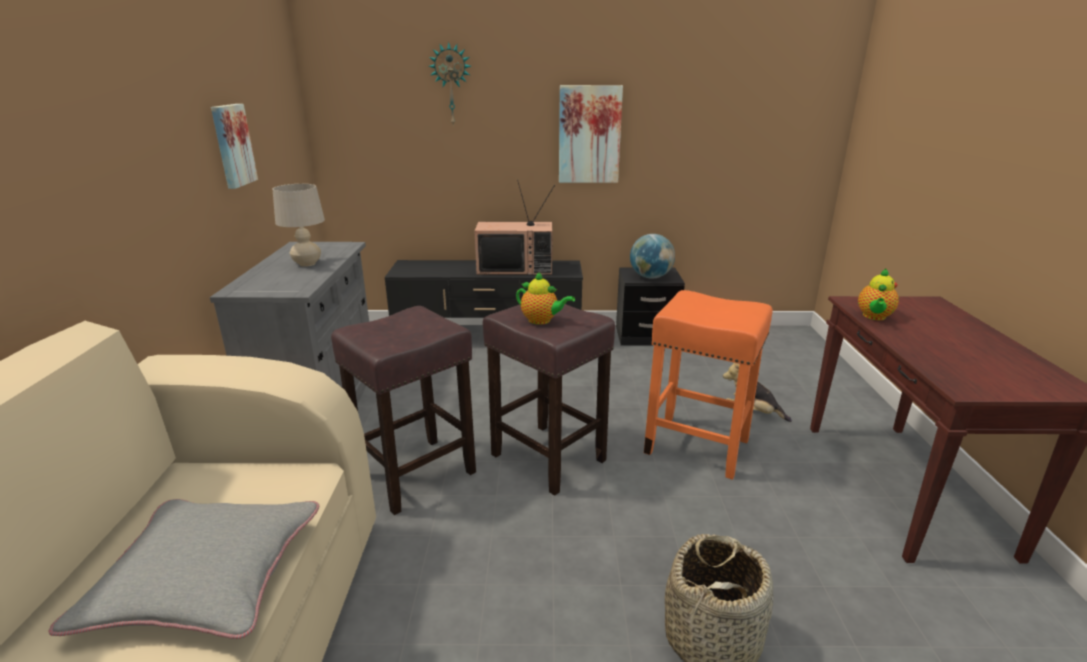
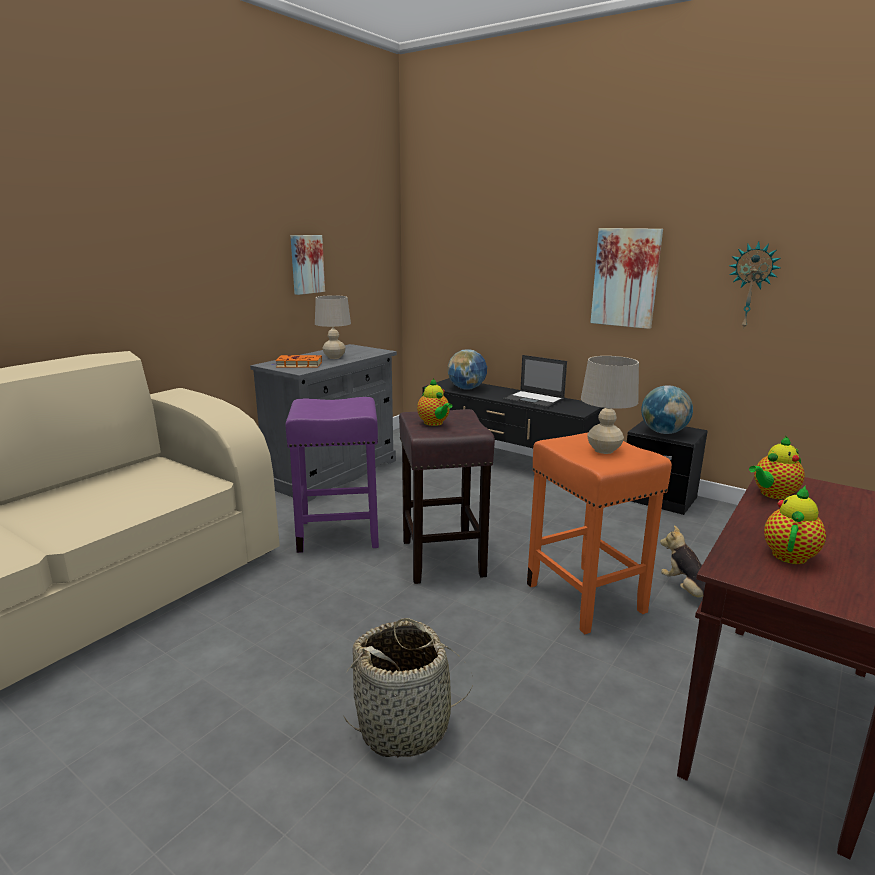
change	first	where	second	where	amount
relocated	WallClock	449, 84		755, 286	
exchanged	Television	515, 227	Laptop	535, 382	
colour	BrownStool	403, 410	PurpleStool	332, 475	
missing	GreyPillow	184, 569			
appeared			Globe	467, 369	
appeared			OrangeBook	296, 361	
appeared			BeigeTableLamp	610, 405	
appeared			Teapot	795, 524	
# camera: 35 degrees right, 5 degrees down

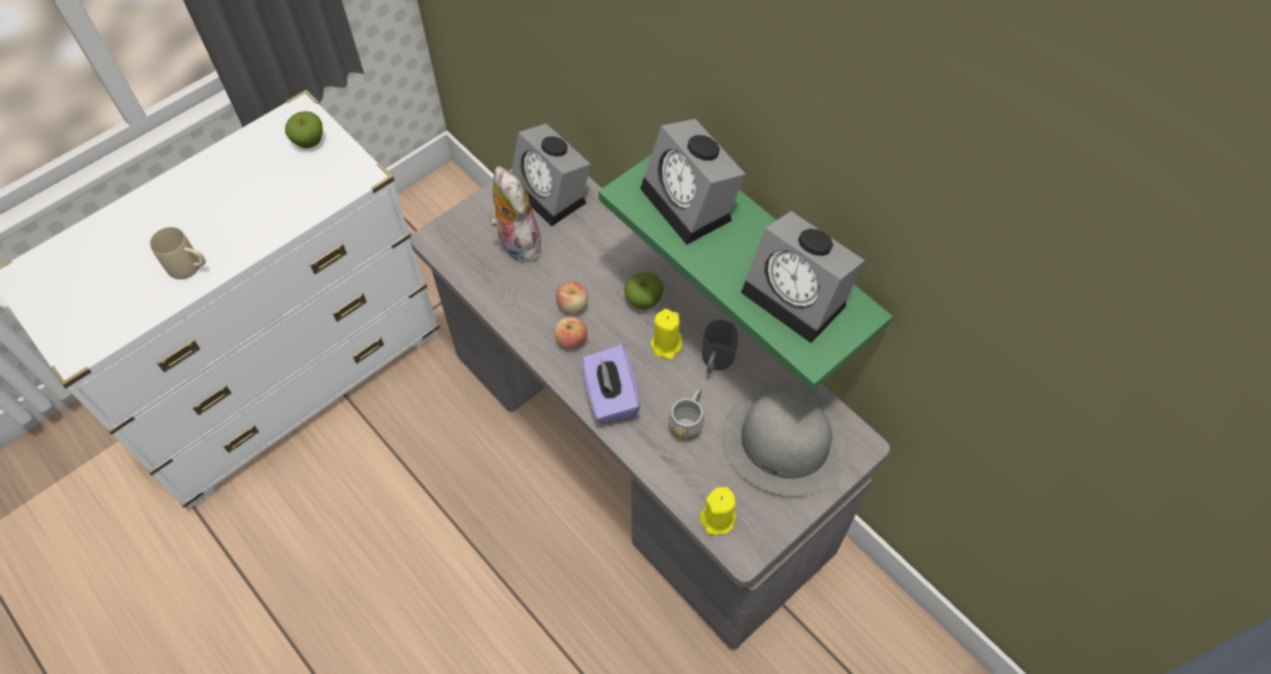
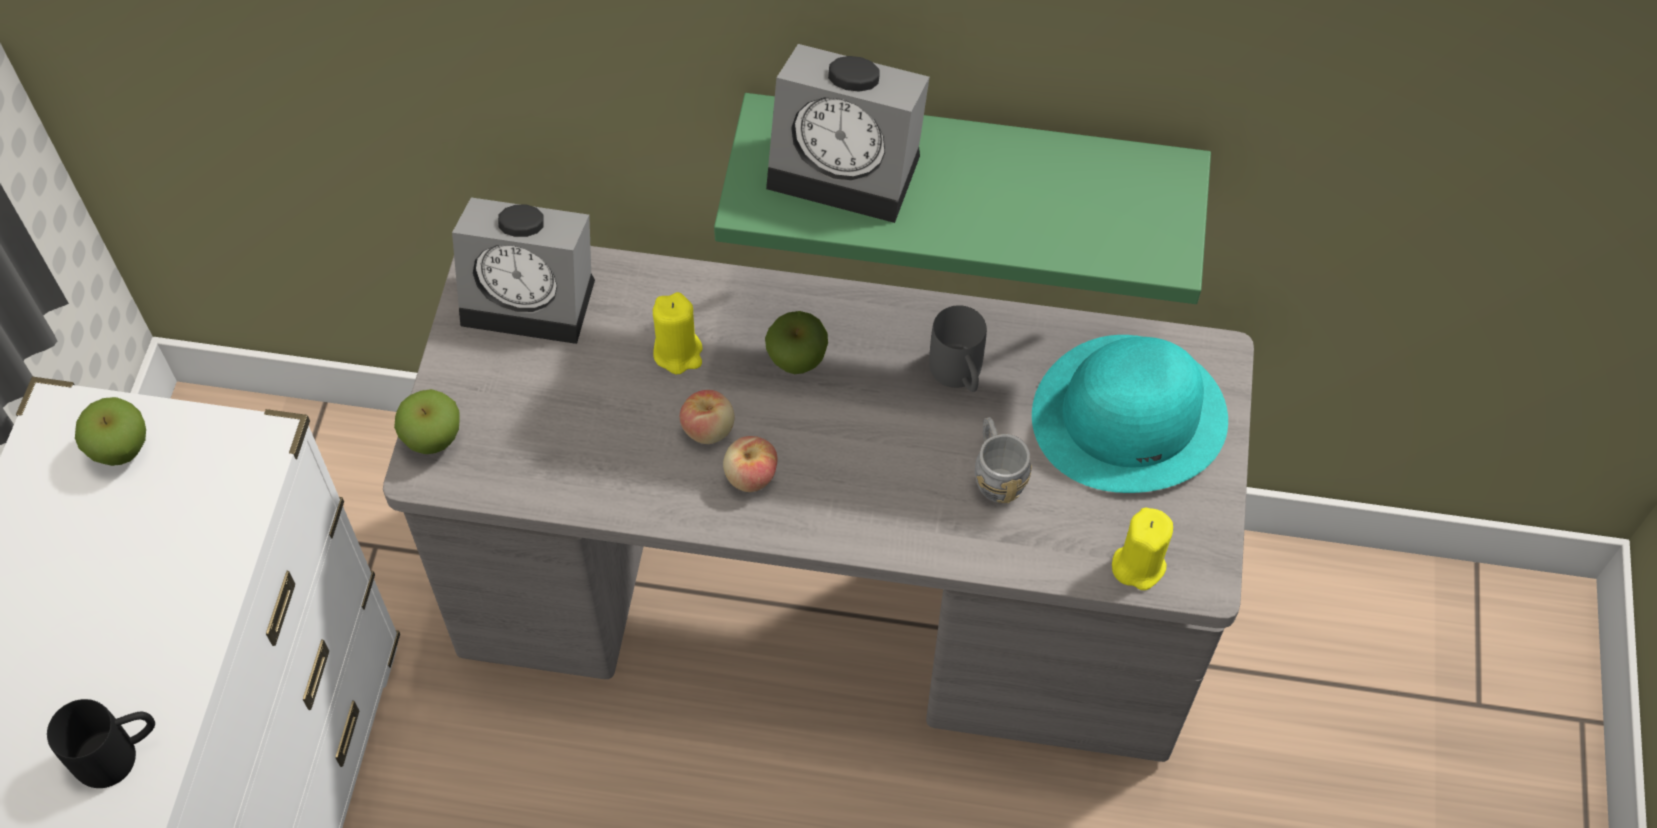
change	first	where	second	where	amount
missing	PlushToy	515, 214			
missing	AlarmClock	803, 277			
colour	BeigeMug	178, 253	BlackMug	101, 743	
relocated	YellowCandle	666, 334		677, 333	
missing	PurpleTissueBox	611, 384			
colour	GreyHat	784, 442	TurquoiseHat	1130, 414	
appeared			Apple	427, 421	
# camera: 40 degrees left, 0 degrees up

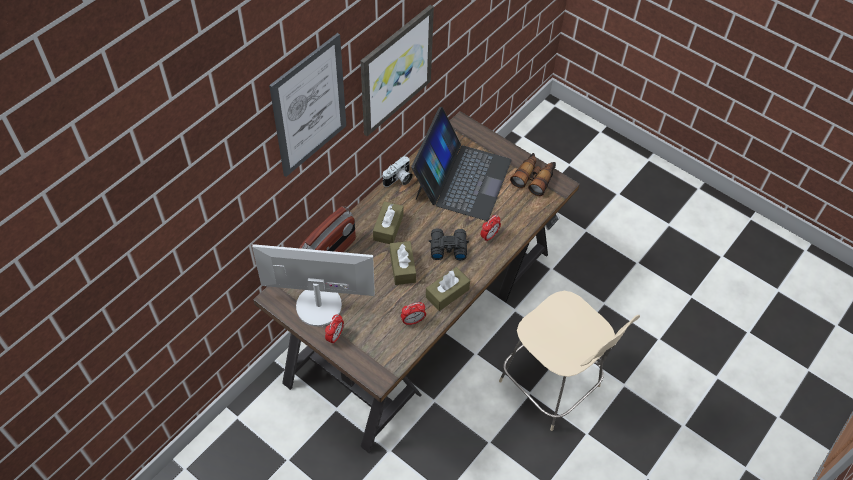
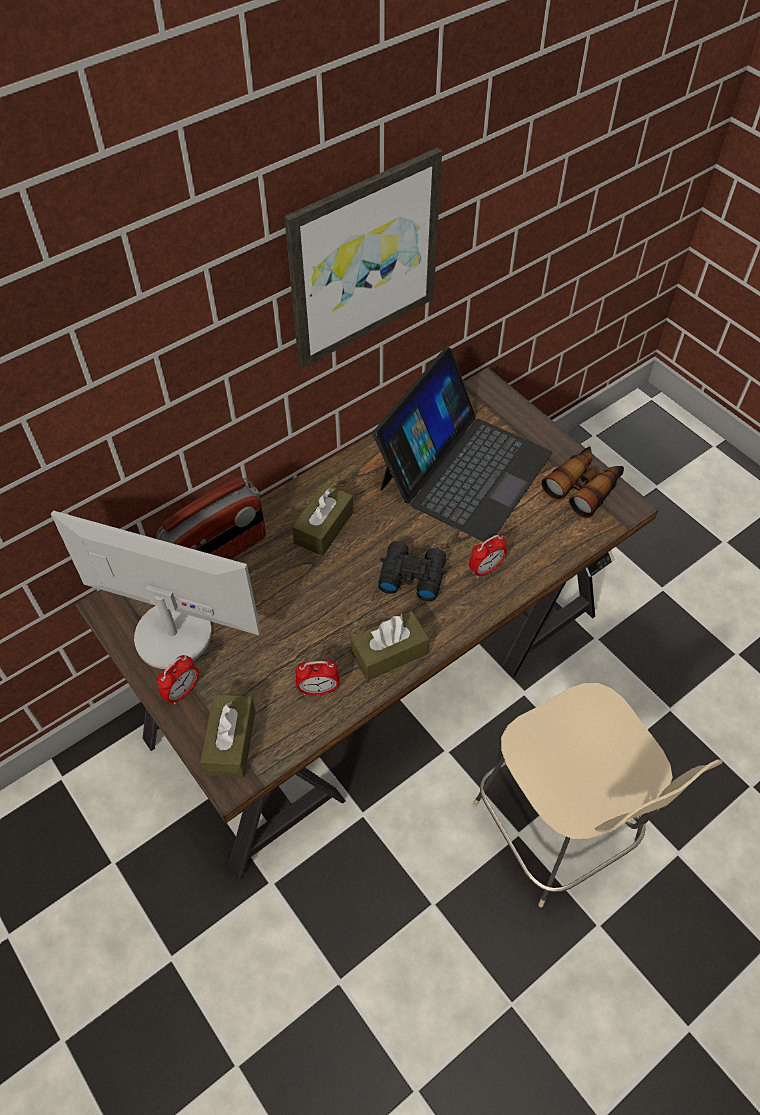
change	first	where	second	where	amount
missing	Picture	307, 105			
missing	PhotoCamera	398, 171			
relocated	BrownTissueBox	403, 263		227, 736	
# camera: 15 degrees right, 0 degrees up

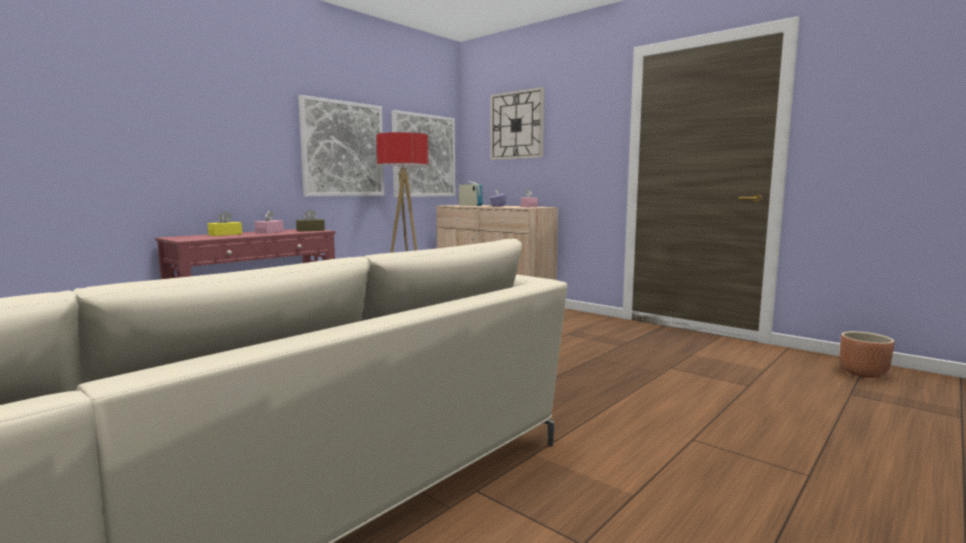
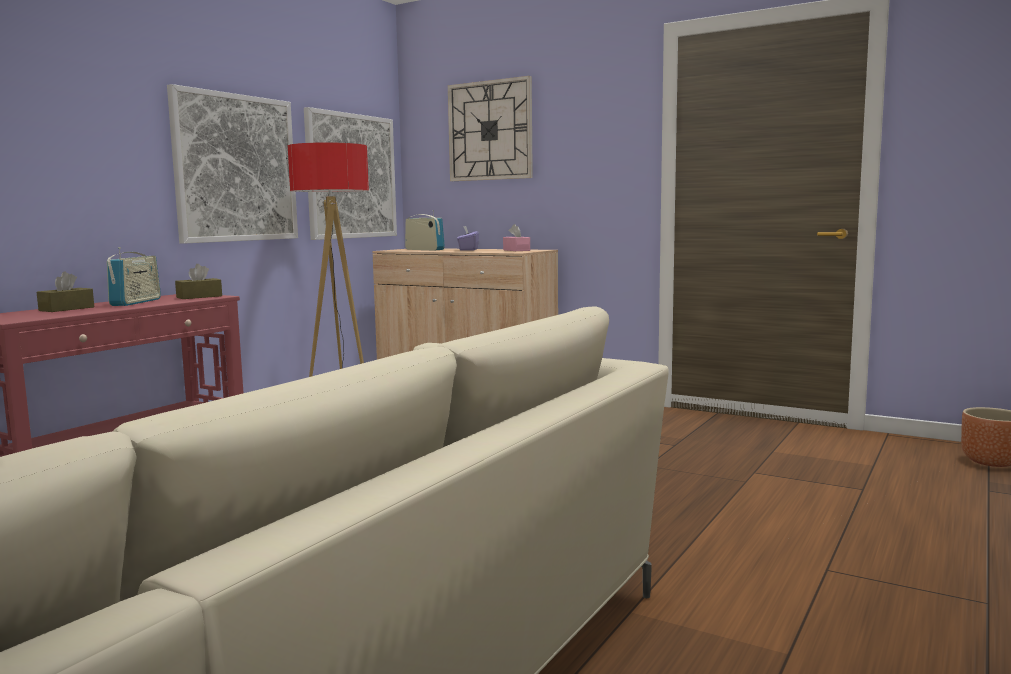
change	first	where	second	where	amount
exchanged	PinkTissueBox	269, 222	Radio	134, 276	
colour	YellowTissueBox	225, 223	BrownTissueBox	65, 291	
# camera: 10 degrees left, 0 degrees up

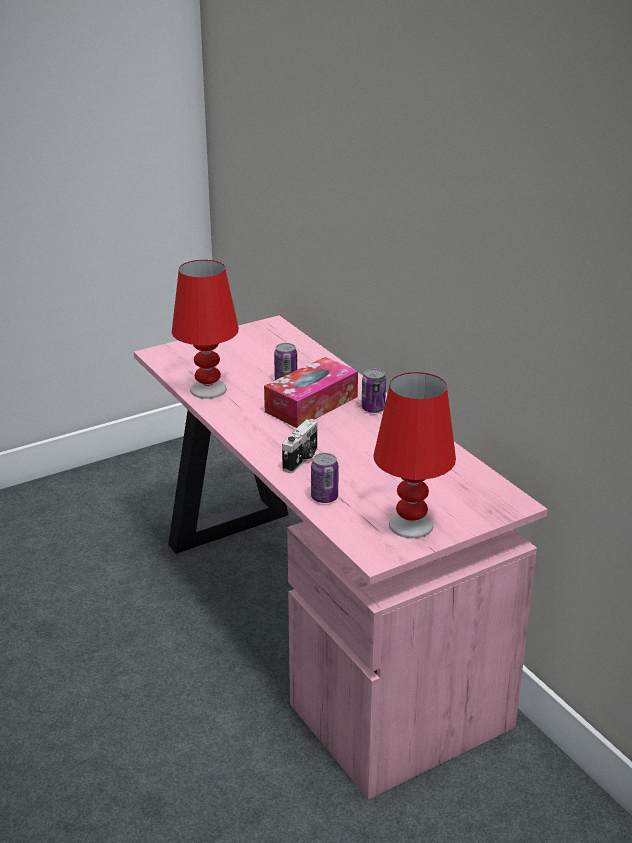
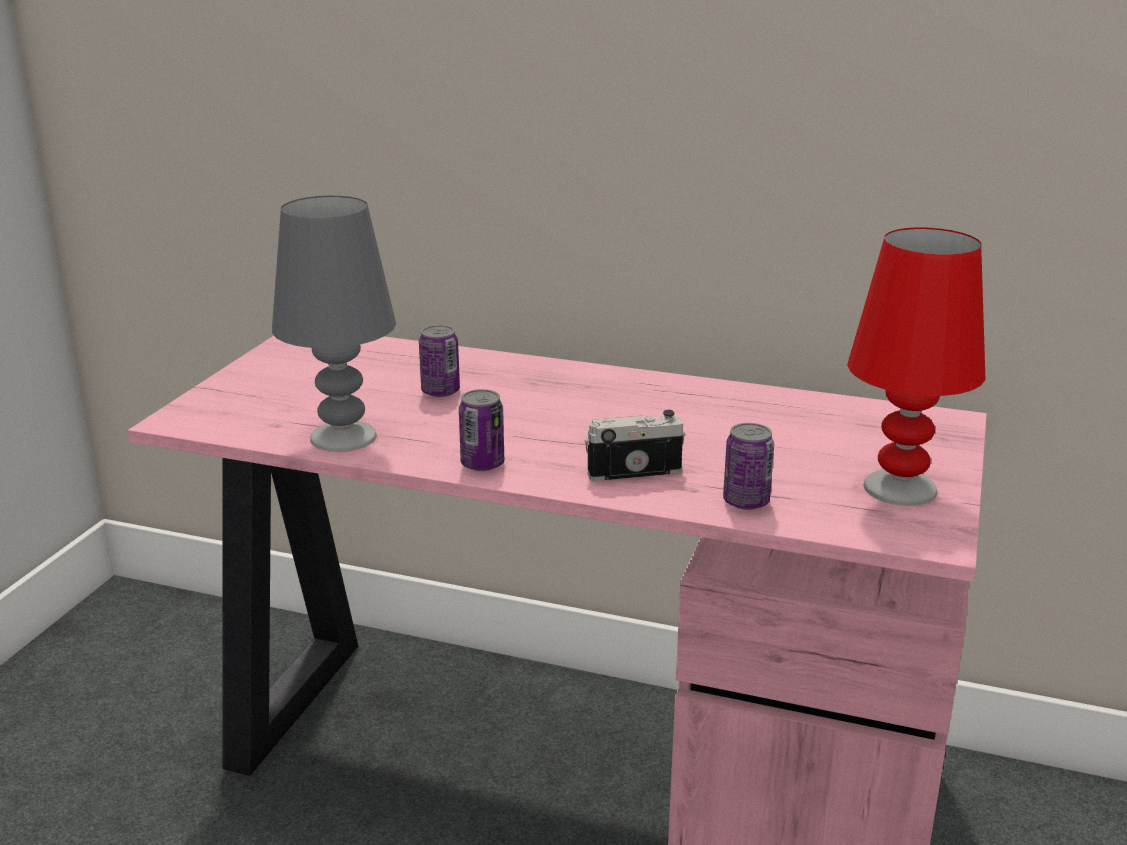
change	first	where	second	where	amount
colour	RedTableLamp	205, 329	GreyTableLamp	334, 324	
missing	TissueBox	311, 392			
relocated	Can	373, 390		481, 430	
spun	PhotoCamera	300, 446		635, 445	90 degrees counterclockwise
# camera: 40 degrees left, 5 degrees down

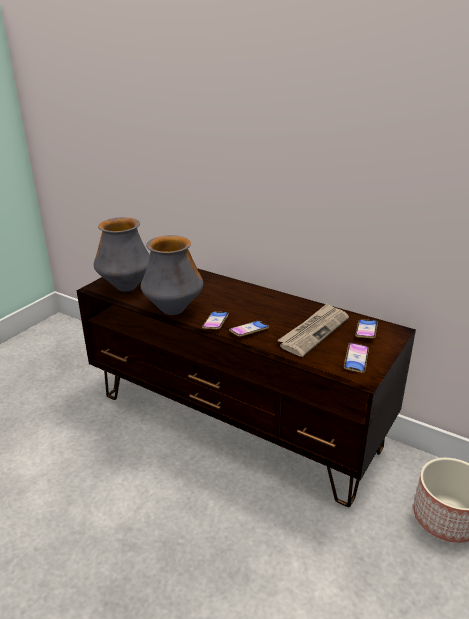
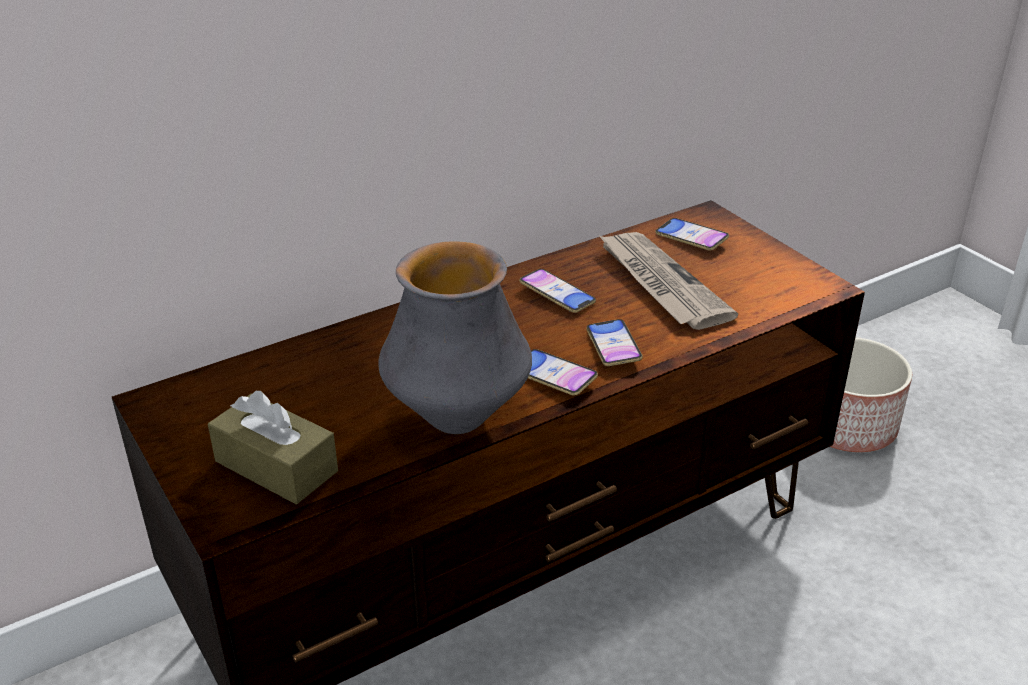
change	first	where	second	where	amount
exchanged	Vase	122, 254	BrownTissueBox	273, 447	
relocated	Phone	356, 358		557, 291	
# camera: 65 degrees left, 5 degrees up

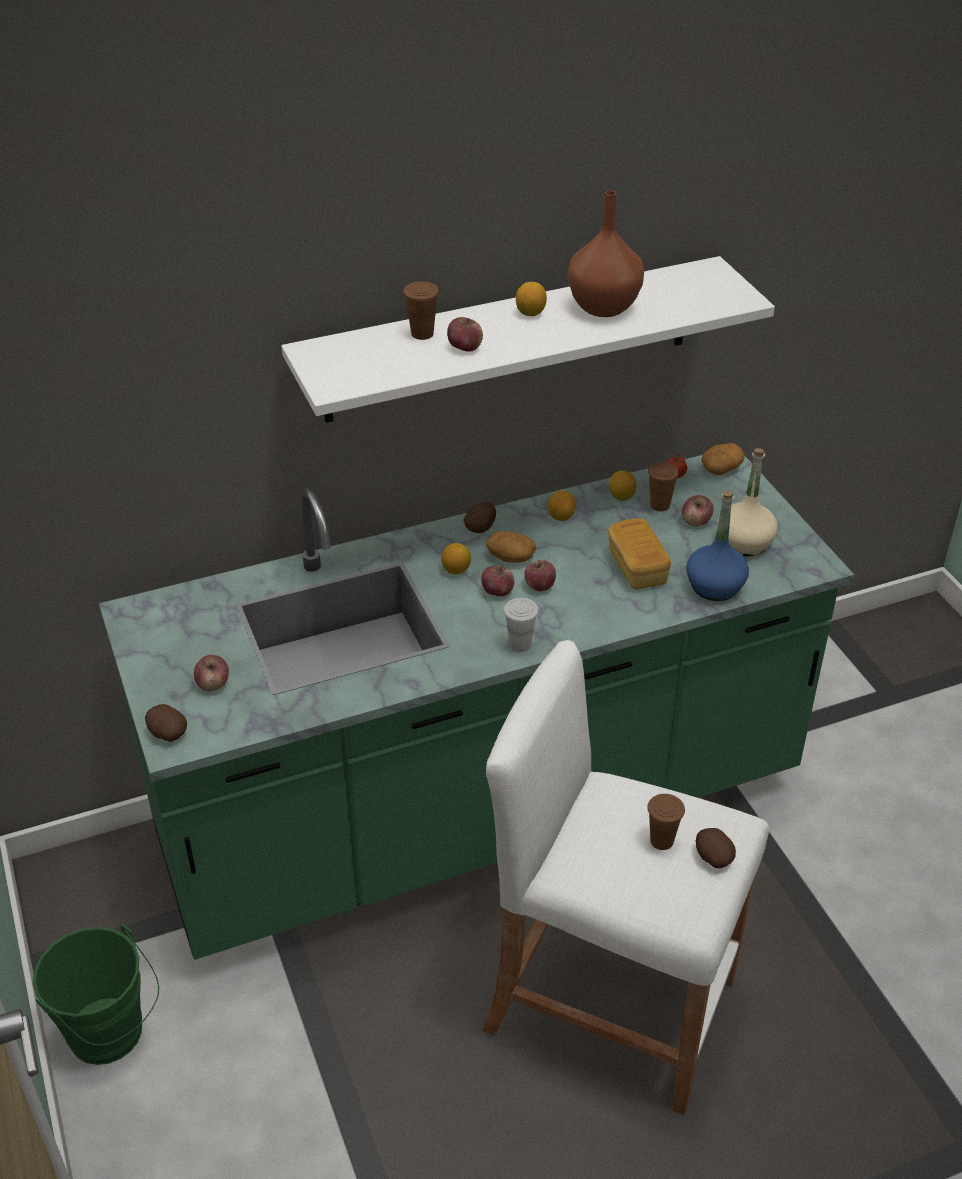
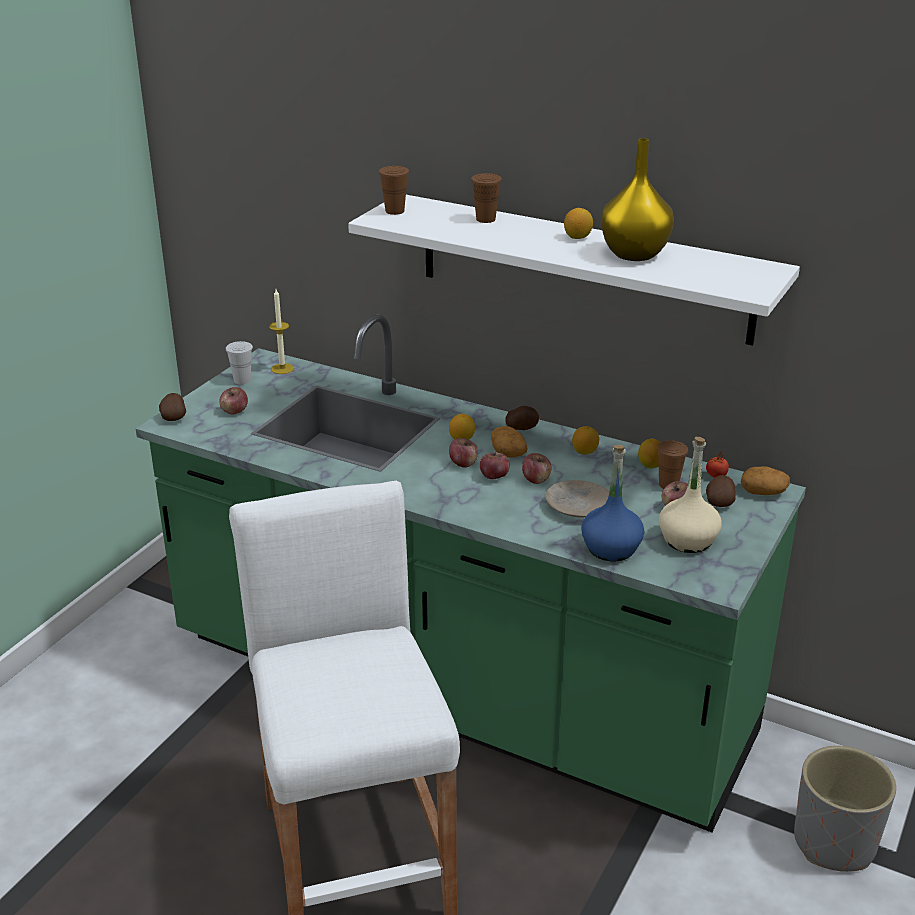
change	first	where	second	where	amount
colour	BrownVase	606, 254	YellowVase	637, 199	
relocated	Apple	465, 334		536, 468	
exchanged	Bread	639, 554	BeigePlate	577, 499	
relocated	WhiteCup	521, 625		239, 362	
relocated	BrownCup	666, 822		394, 190	
relocated	Potato	716, 848		721, 491	
missing	GreenBucket	96, 994			
appeared			Candle	281, 331	
appeared			GreyPlanter	845, 809	
# camera: 50 degrees right, 10 degrees down

